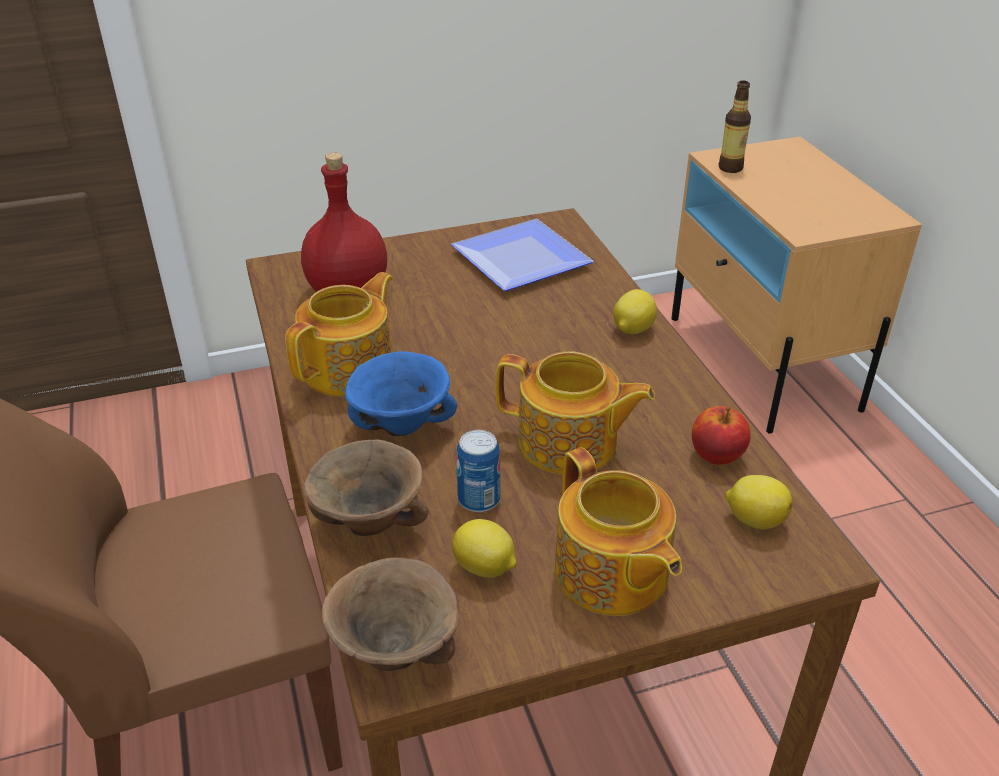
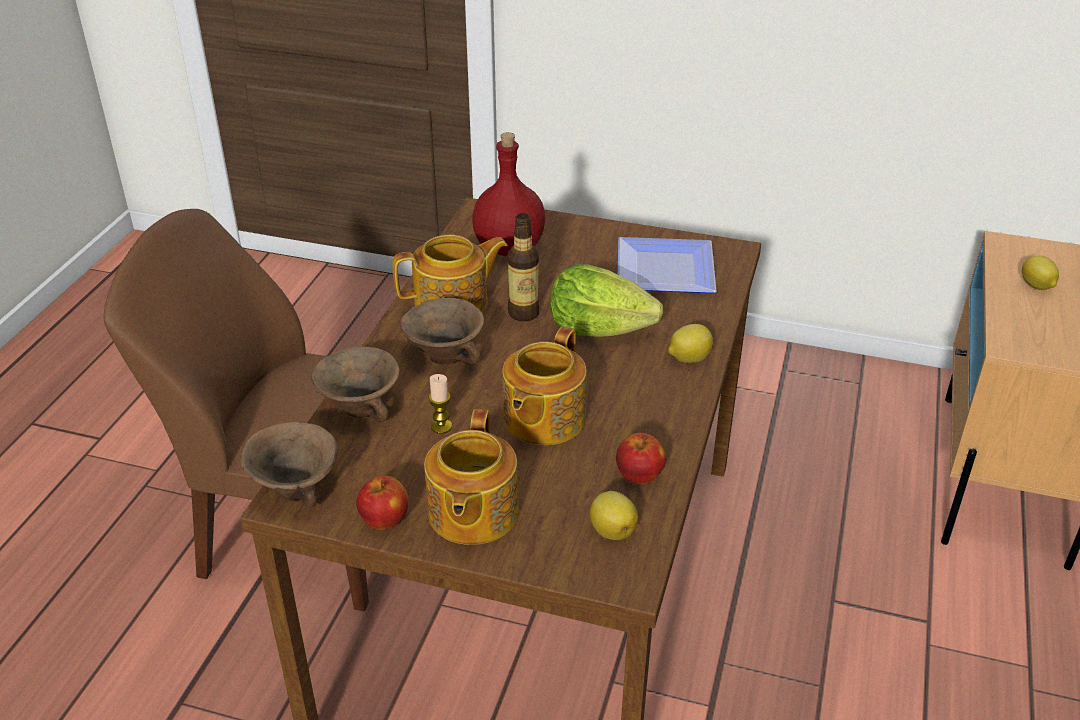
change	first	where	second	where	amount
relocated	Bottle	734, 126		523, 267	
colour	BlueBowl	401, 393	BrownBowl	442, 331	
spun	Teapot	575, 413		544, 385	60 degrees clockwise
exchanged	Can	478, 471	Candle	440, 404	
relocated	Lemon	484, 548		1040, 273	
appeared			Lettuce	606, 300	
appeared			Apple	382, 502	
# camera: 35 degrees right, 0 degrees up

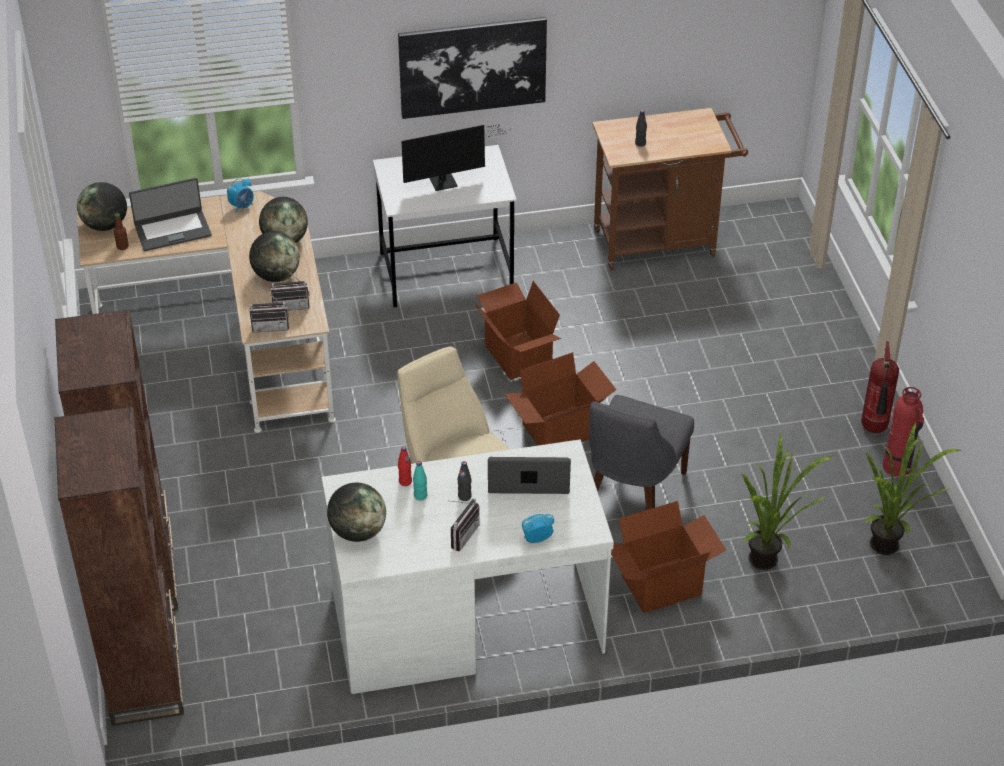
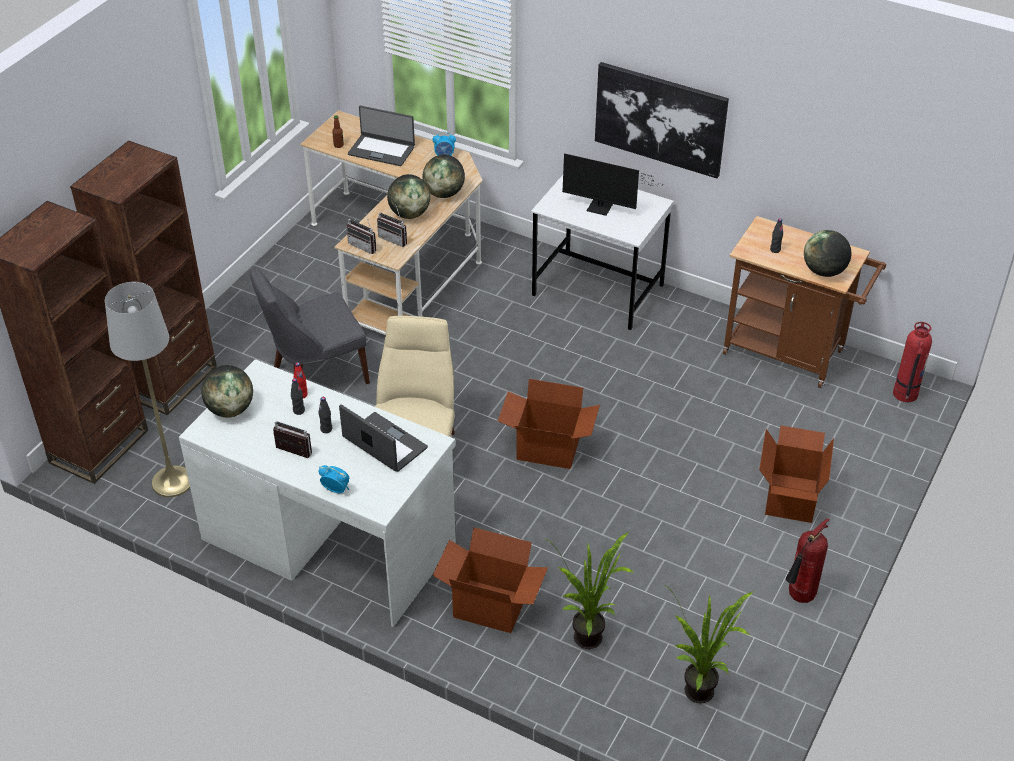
change	first	where	second	where	amount
relocated	Globe	102, 206		827, 253	
relocated	CardboardBox	517, 330		796, 474	
relocated	FireExtinguisher	903, 432		912, 362	
relocated	GreyChair	641, 452		310, 325	
colour	TurquoiseBottle	420, 481	BlackBottle	298, 396	
spun	Radio	465, 524		292, 439	135 degrees counterclockwise
appeared			GreyFloorLamp	147, 389	
# camera: 40 degrees right, 0 degrees up

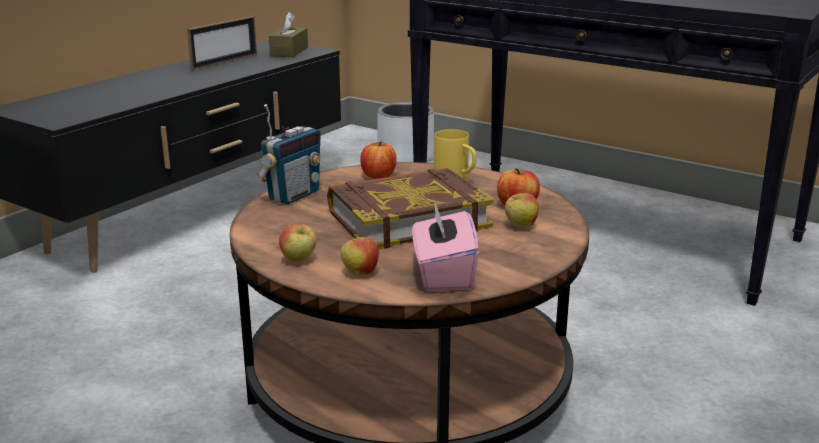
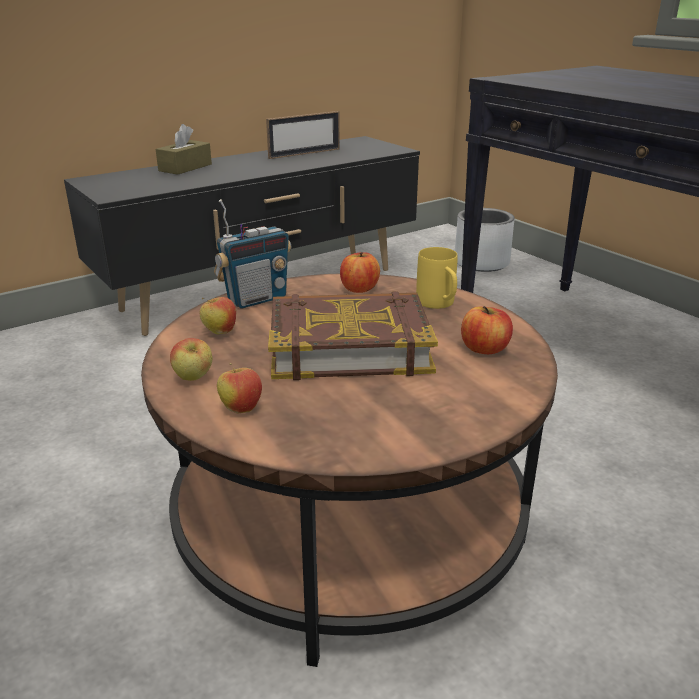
change	first	where	second	where	amount
relocated	BrownTissueBox	288, 34		184, 149	
relocated	Apple	521, 210		218, 315	
missing	PinkTissueBox	445, 246			
# camera: 20 degrees right, 5 degrees up

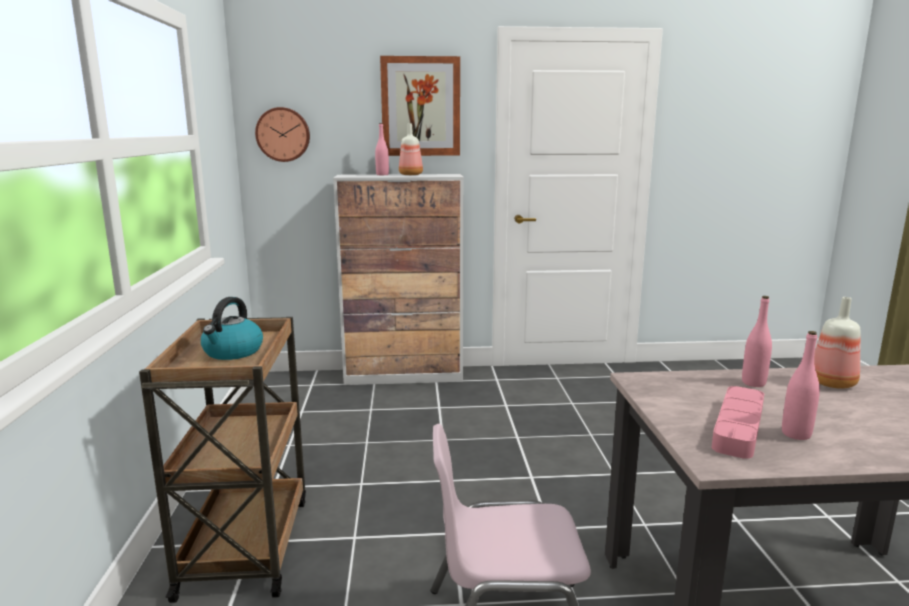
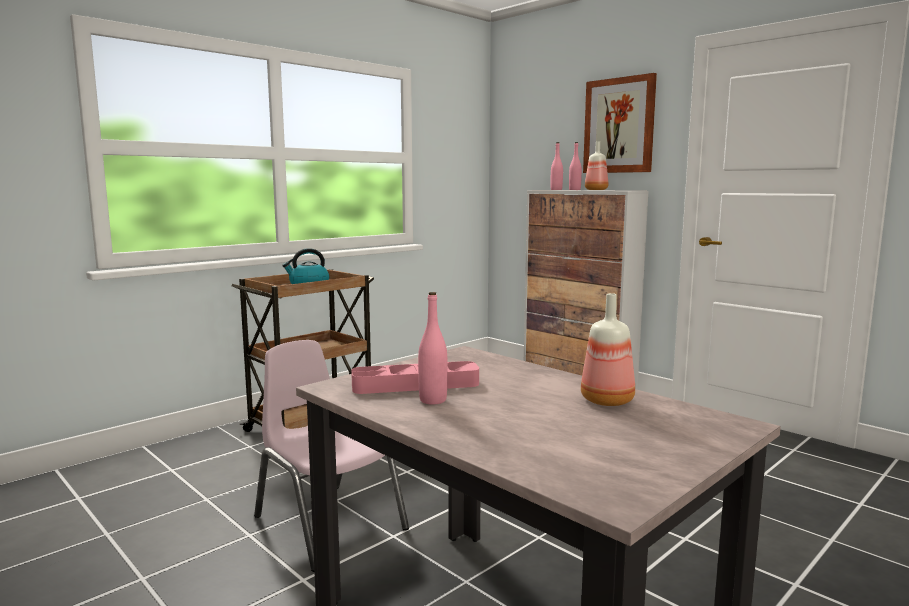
change	first	where	second	where	amount
missing	WallClock	282, 134			
relocated	PinkBottle	757, 341		556, 166	
# camera: 50 degrees right, 5 degrees down

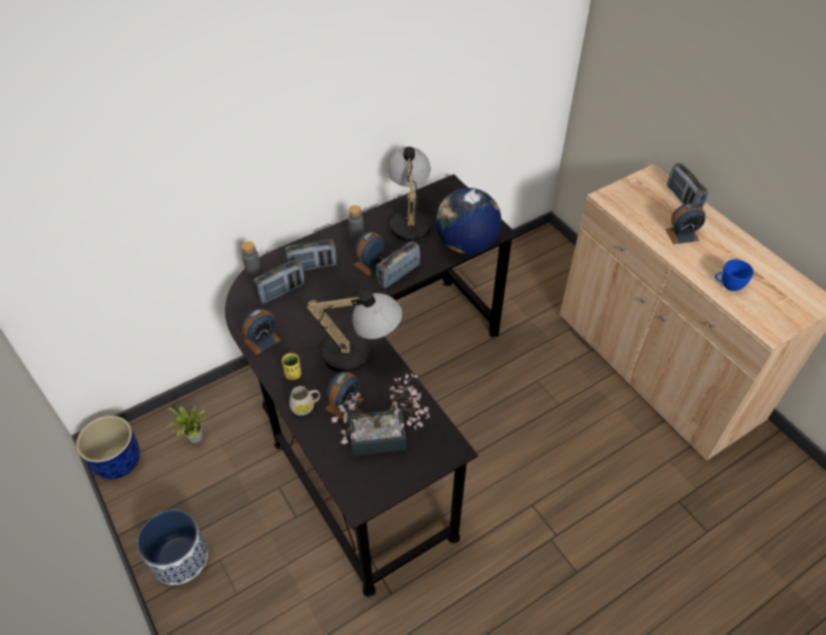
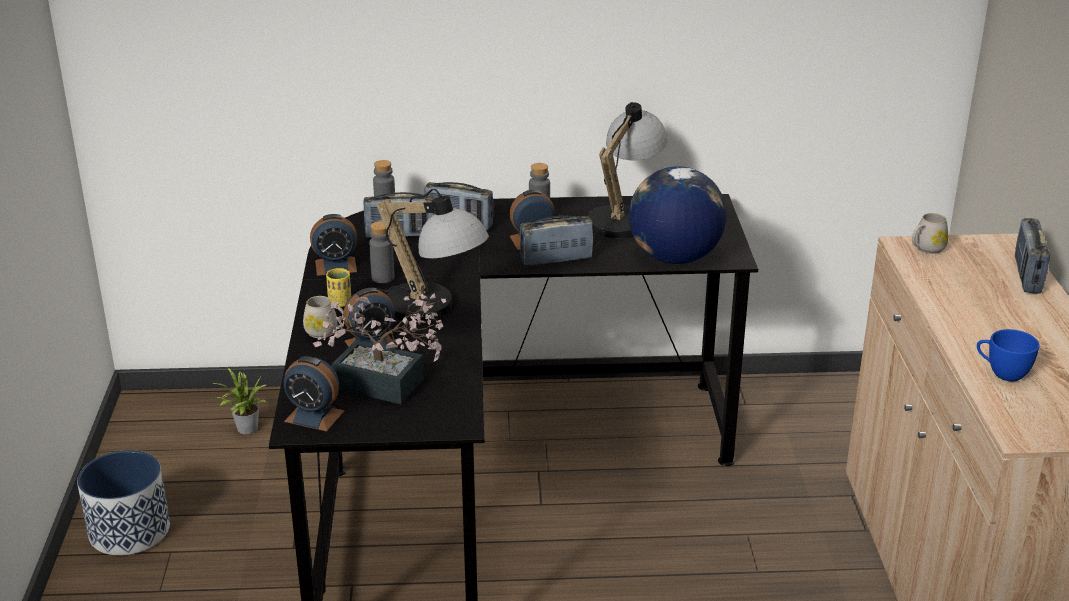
change	first	where	second	where	amount
relocated	AlarmClock	685, 223		314, 393	
missing	BluePlanter	108, 447			
appeared			WhiteMug	930, 233	
appeared			GreyBottle	381, 252	
# camera: 30 degrees right, 20 degrees down

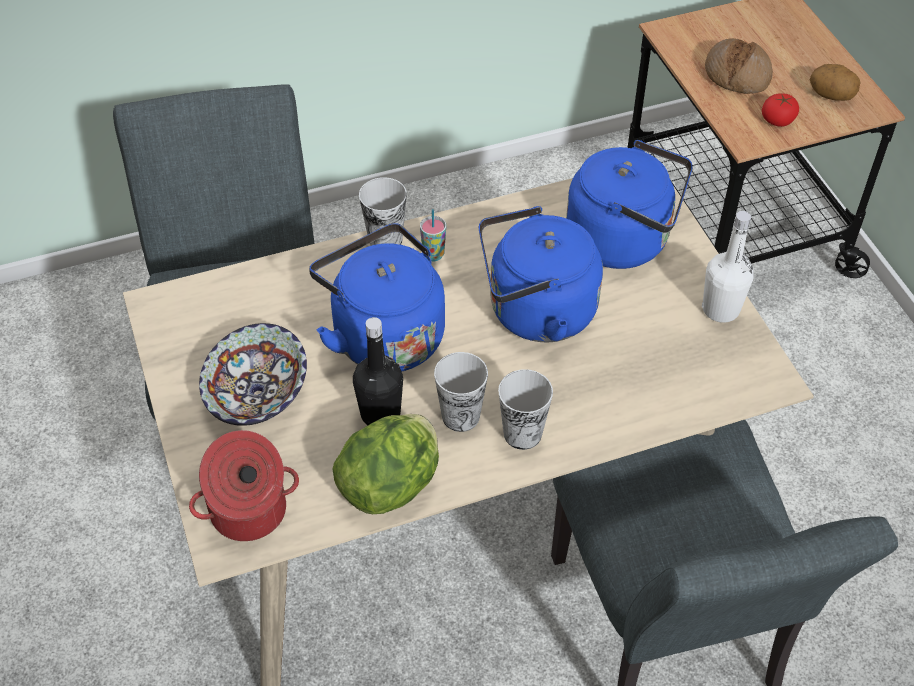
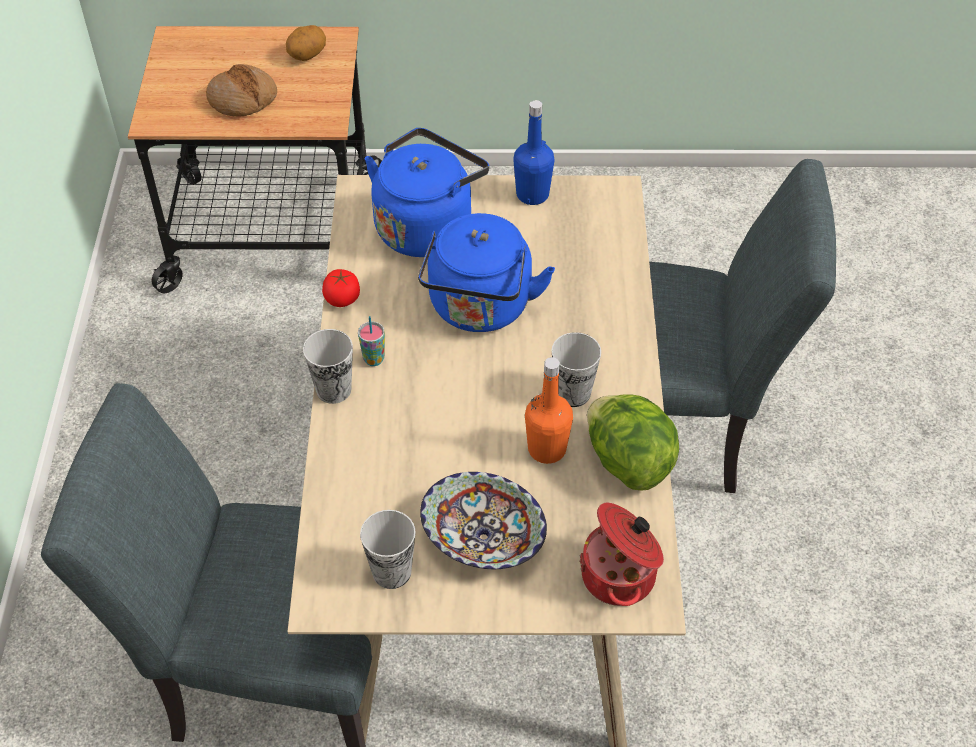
change	first	where	second	where	amount
relocated	Tomato	780, 110		341, 288	
colour	WhiteBottle	728, 267	BlueBottle	533, 152	
missing	BlueKettle	377, 297			
colour	BlackBottle	378, 371	OrangeBottle	549, 410	
relocated	Cup	525, 409		388, 549	
# camera: 70 degrees left, 0 degrees up

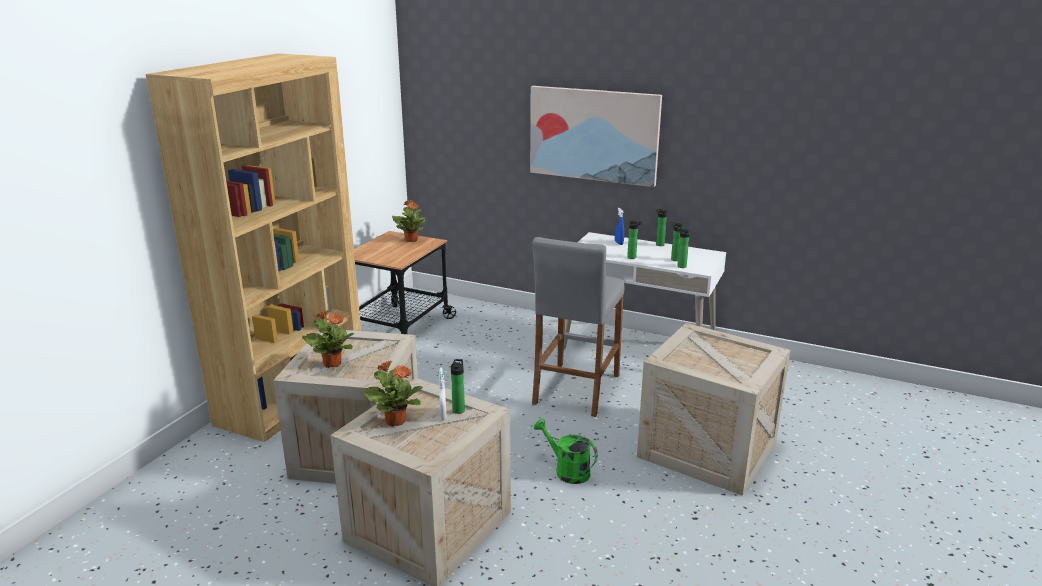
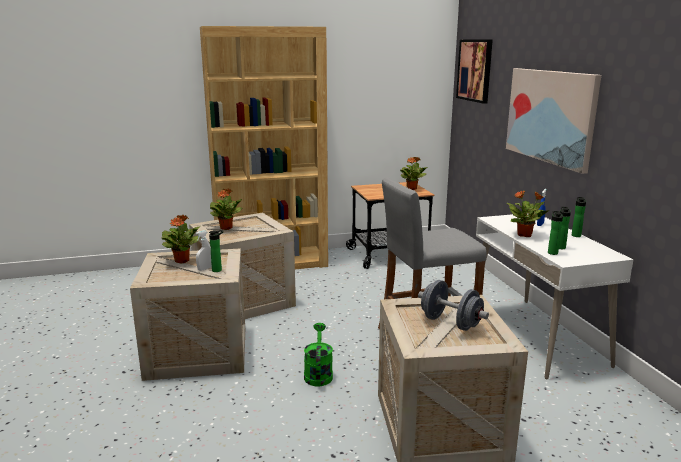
change	first	where	second	where	amount
exchanged	Bottle	634, 240	PottedPlant	527, 214	
appeared			Picture	474, 71	
appeared			GreyDumbbell	453, 305	
# camera: 50 degrees right, 5 degrees down

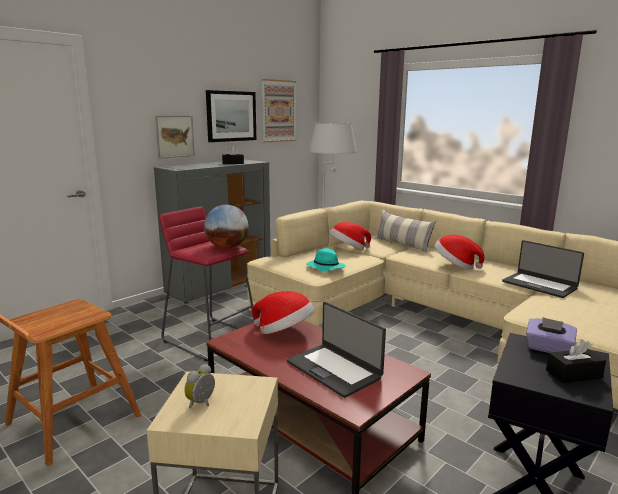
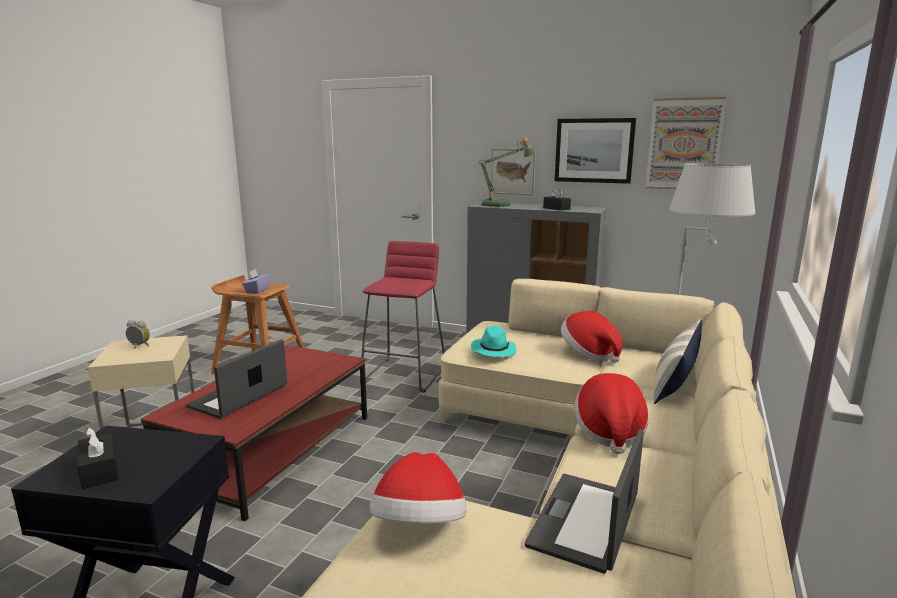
change	first	where	second	where	amount
missing	Globe	226, 226			
relocated	Hat	283, 312		418, 487	
relocated	PurpleTissueBox	551, 335		256, 281	
appeared			TableLamp	508, 172	
# camera: 70 degrees right, 0 degrees up

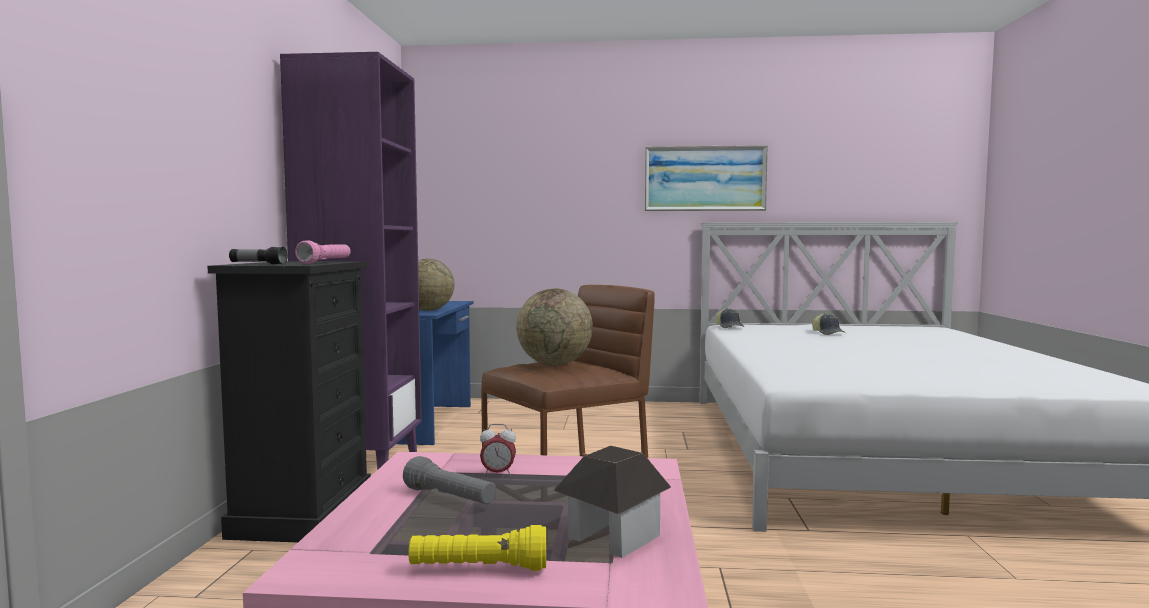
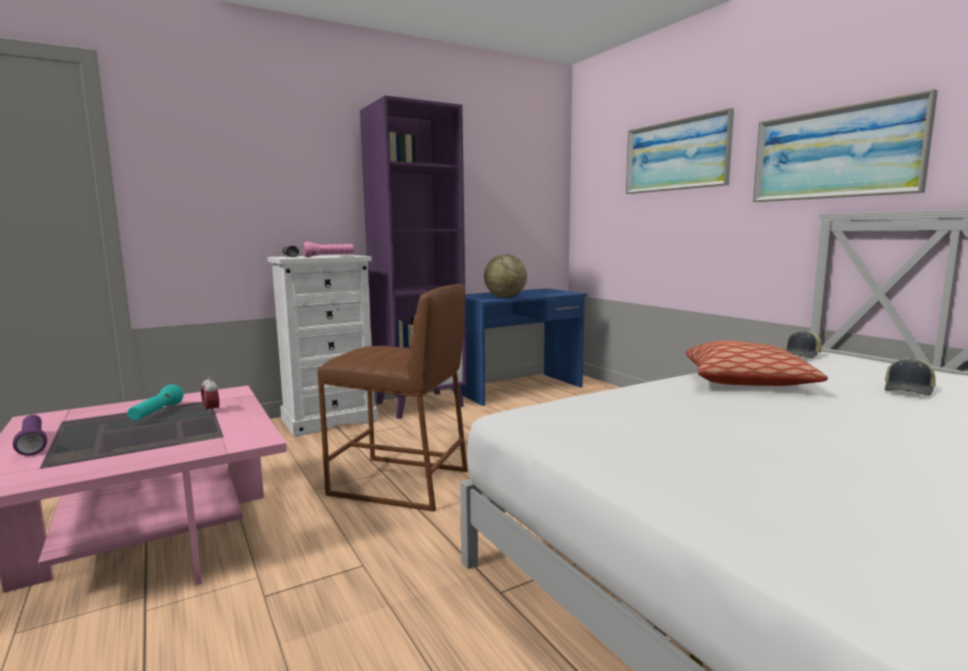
change	first	where	second	where	amount
colour	BlackDresser	289, 401	WhiteDresser	322, 346	
missing	Globe	554, 326			
missing	ToyHouse	612, 502			
colour	GreyFlashlight	449, 480	TurquoiseFlashlight	155, 402	
colour	YellowFlashlight	477, 548	PurpleFlashlight	30, 435	
appeared			Picture	680, 151	
appeared			Pillow	757, 363	
# camera: 55 degrees right, 5 degrees up

